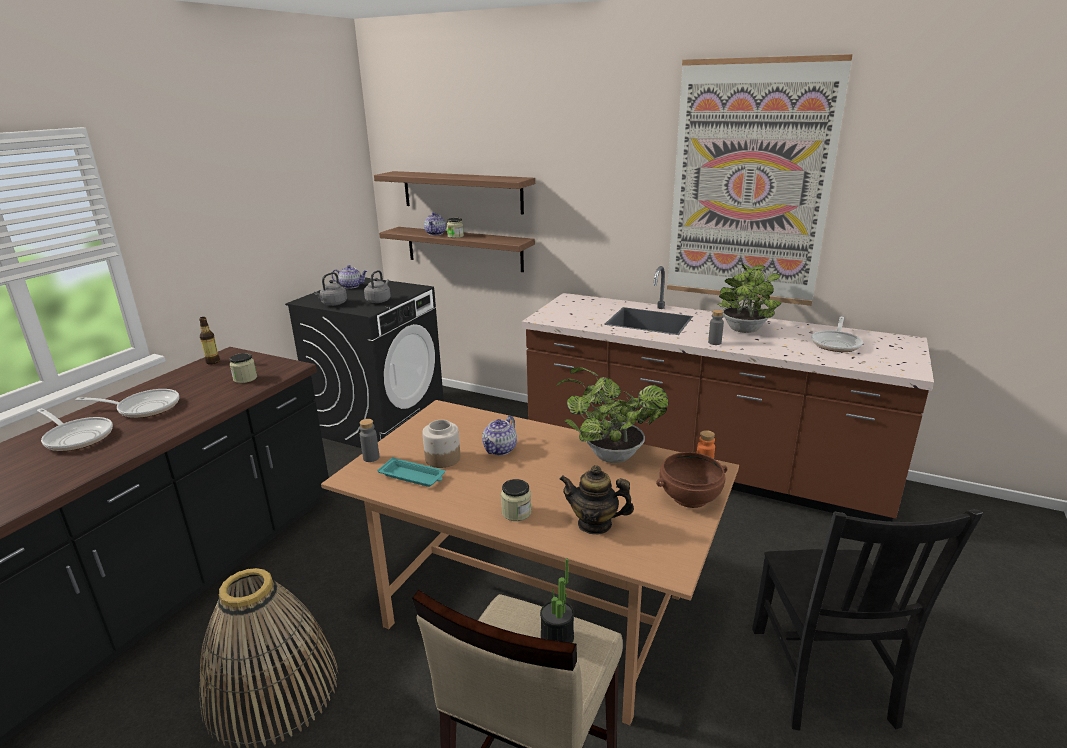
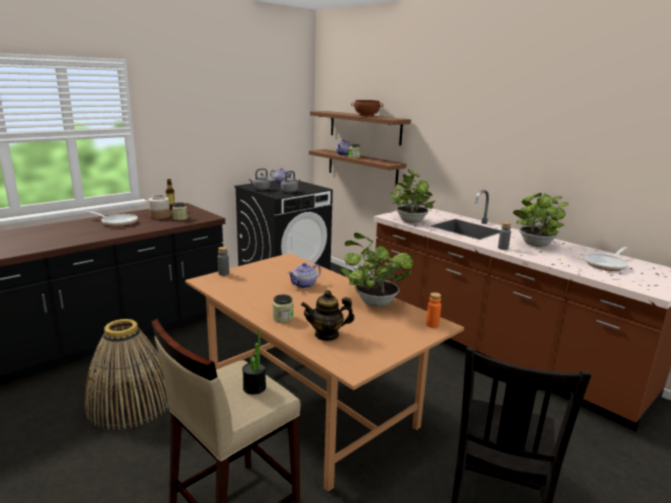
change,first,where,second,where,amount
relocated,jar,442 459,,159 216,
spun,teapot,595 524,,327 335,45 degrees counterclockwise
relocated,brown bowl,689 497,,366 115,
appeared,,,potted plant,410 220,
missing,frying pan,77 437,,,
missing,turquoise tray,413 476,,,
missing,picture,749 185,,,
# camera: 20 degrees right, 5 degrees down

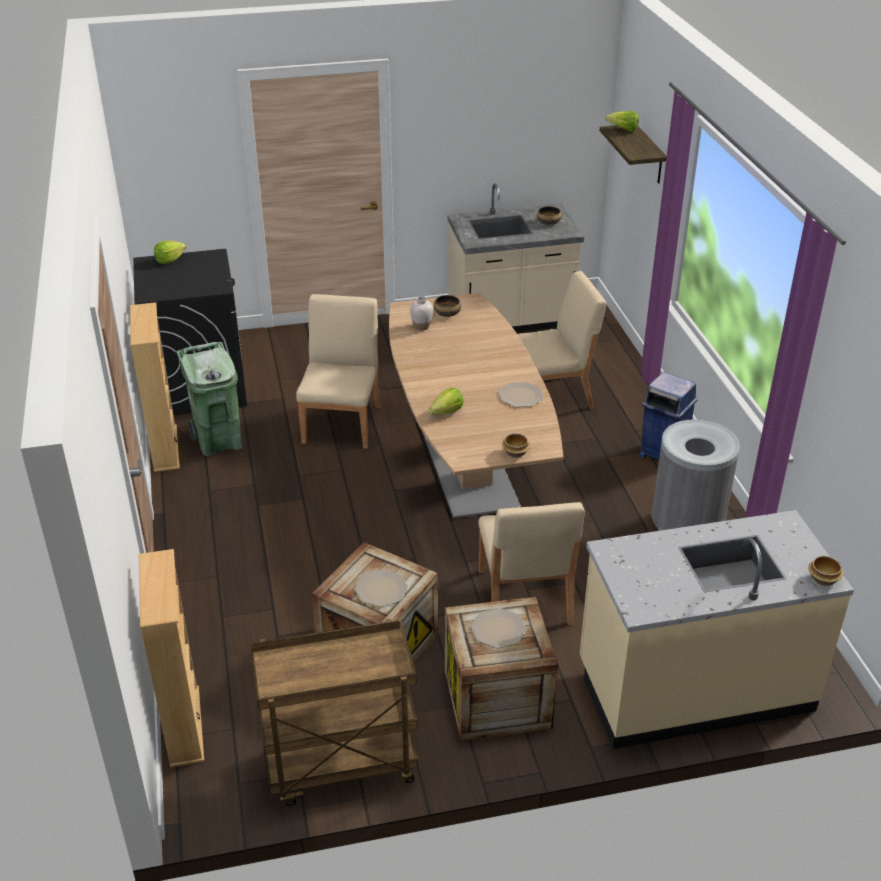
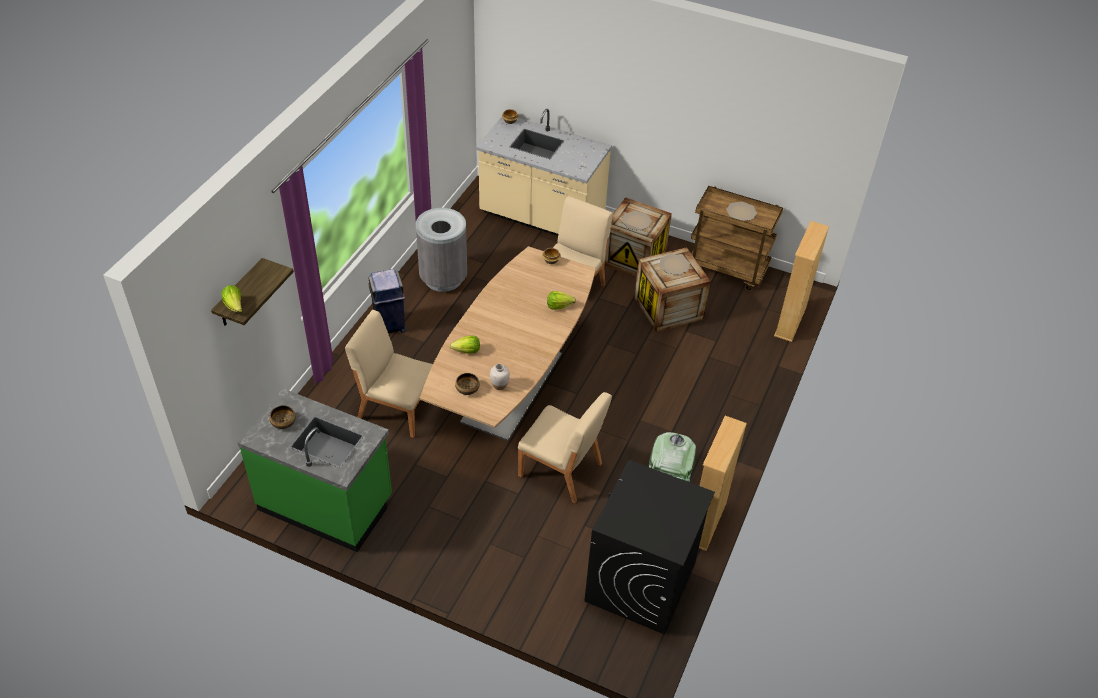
change,first,where,second,where,amount
colour,beige counter,510 321,green counter,326 503,
relocated,lettuce,169 260,,467 351,
spun,beige chair,342 423,,561 470,105 degrees counterclockwise
relocated,plate,520 396,,741 212,
# camera: 145 degrees left, 10 degrees up

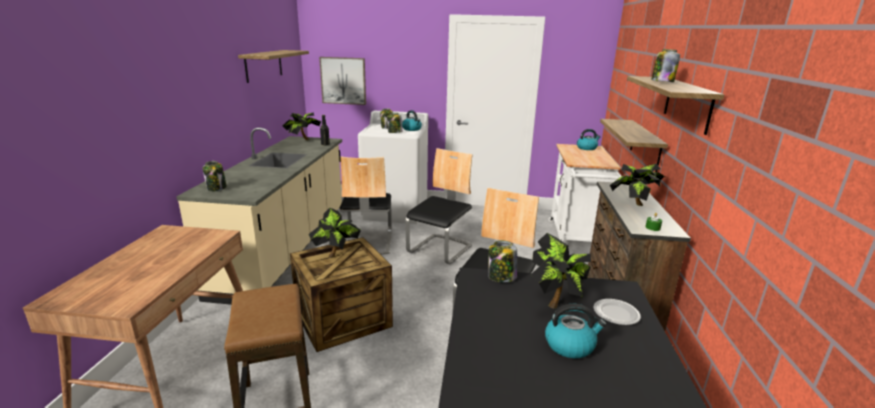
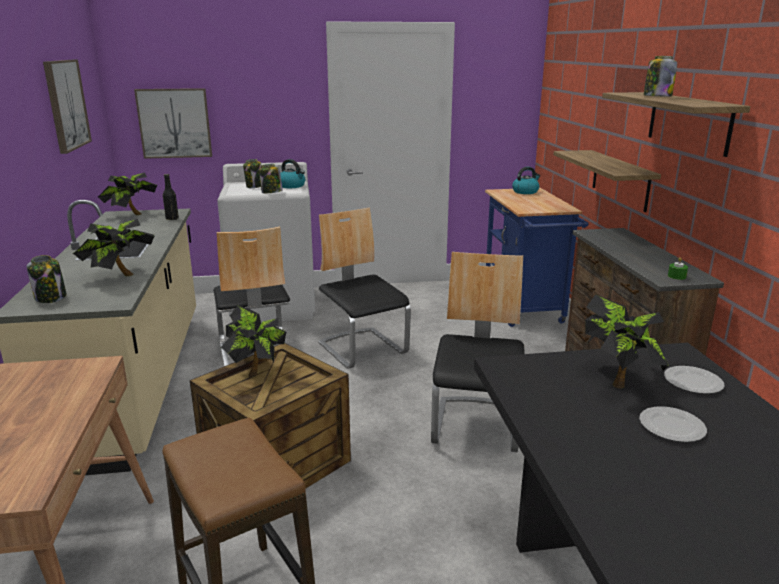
change,first,where,second,where,amount
exchanged,shelf,264 65,picture,66 104,
relocated,potted plant,634 205,,120 277,
spun,chair,440 249,,363 348,45 degrees counterclockwise
colour,white cart,575 238,blue cart,524 309,
exchanged,kettle,570 345,plate,671 427,
missing,jar,501 277,,,
# camera: 15 degrees left, 0 degrees up

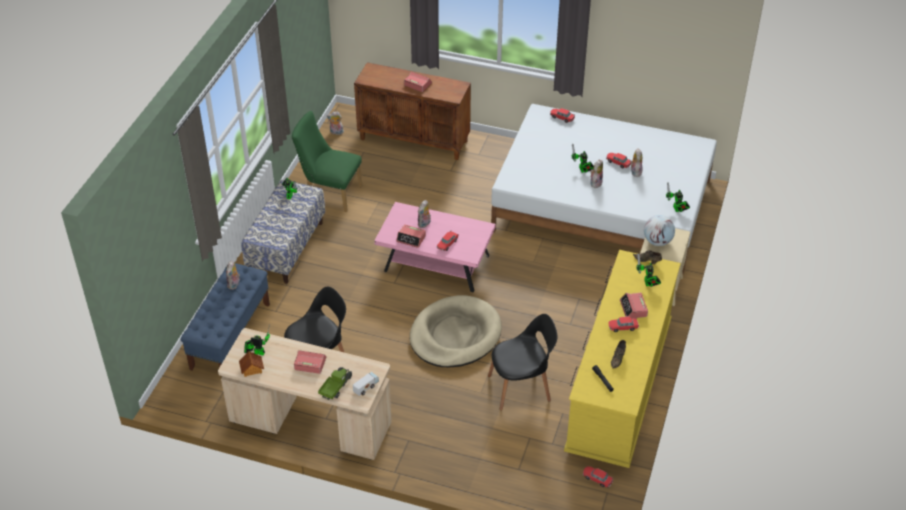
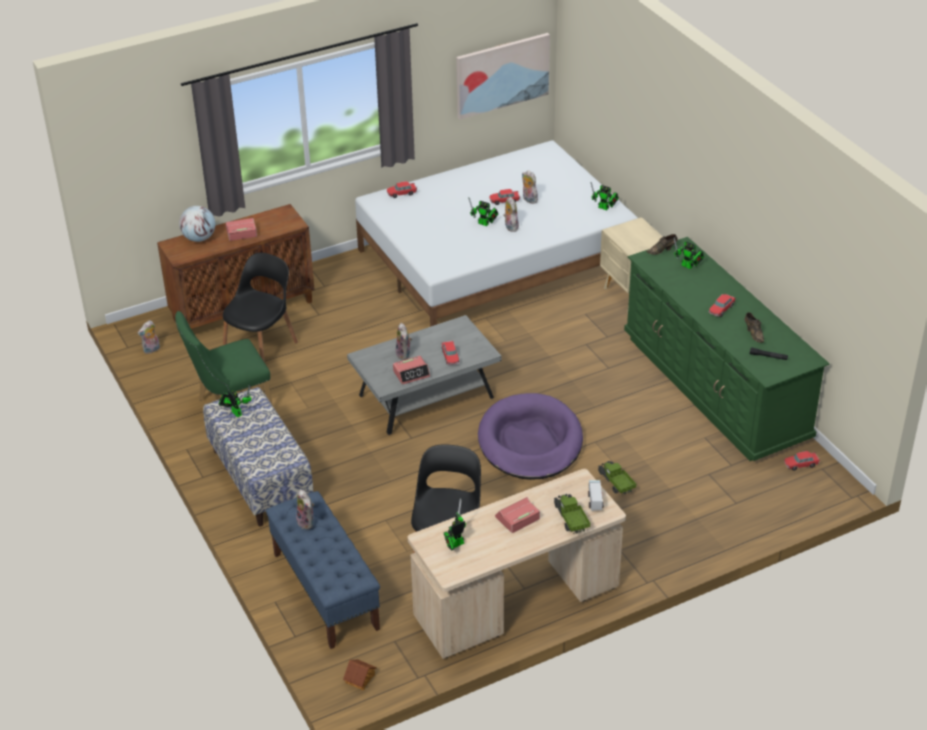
change,first,where,second,where,amount
relocated,globe,657 241,,199 238,
relocated,black chair,521 387,,261 348,
relocated,toy house,252 369,,360 678,
colour,pink coffee table,436 264,grey coffee table,426 398,
appeared,,,picture,502 74,
colour,beige dog bed,455 335,purple dog bed,530 441,
appeared,,,toy truck,615 483,
colour,yellow dresser,618 386,green dresser,714 387,
missing,alarm clock,633 309,,,
# camera: 45 degrees left, 5 degrees down

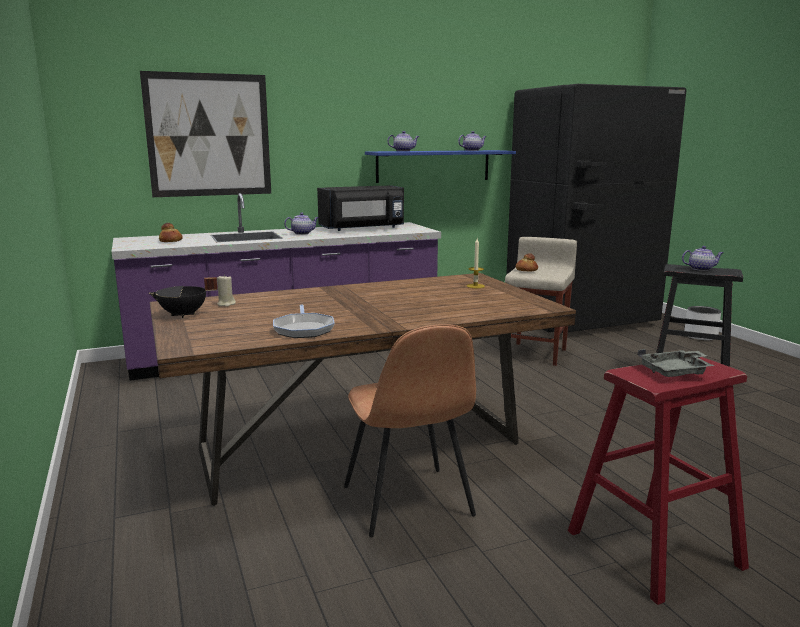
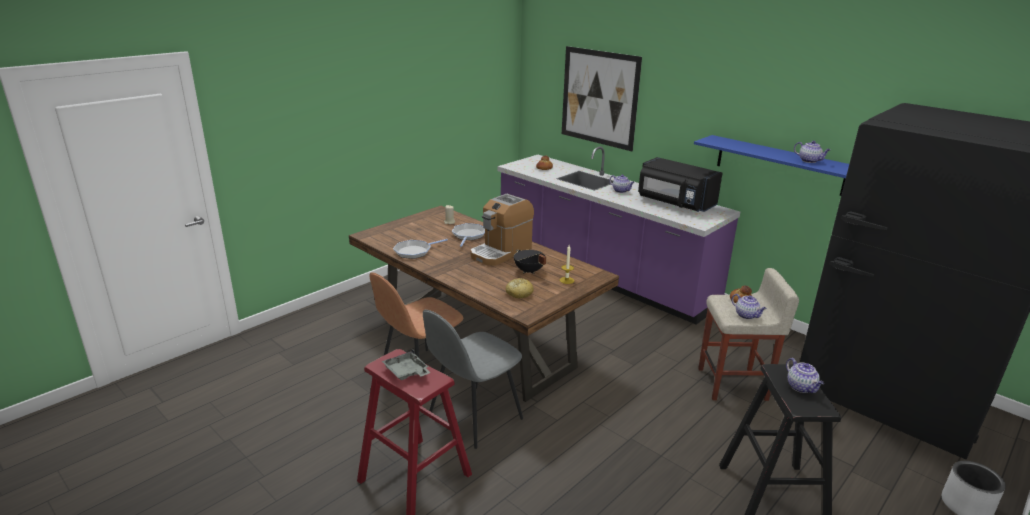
change,first,where,second,where,amount
appeared,,,grey chair,473 417,
appeared,,,frying pan,468 235,
appeared,,,coffee machine,501 252,
appeared,,,bread,519 293,
relocated,black cooking pot,183 315,,528 271,
relocated,teapot,403 151,,747 315,
# camera: 65 degrees right, 10 degrees up

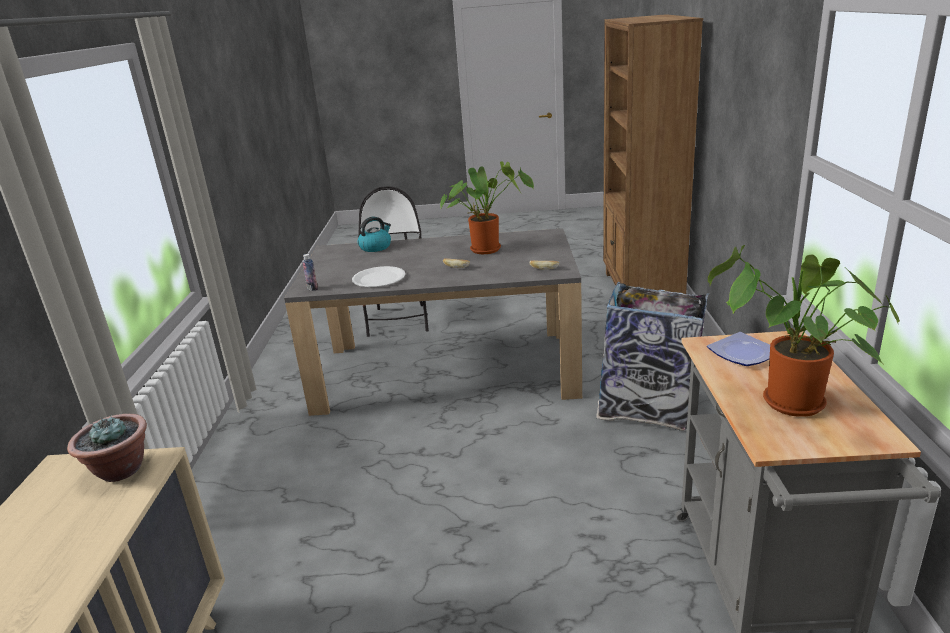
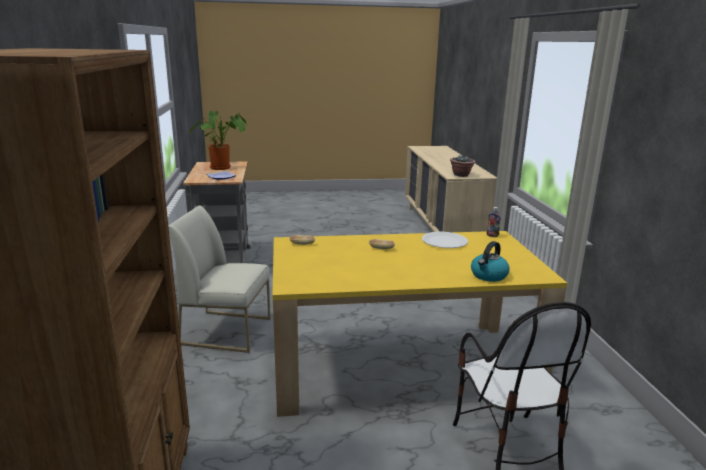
change,first,where,second,where,amount
exchanged,trash can,649 406,white chair,227 331,
colour,grey dining table,447 371,yellow dining table,400 364,
missing,potted plant,488 248,,,
# camera: 170 degrees right, 5 degrees down

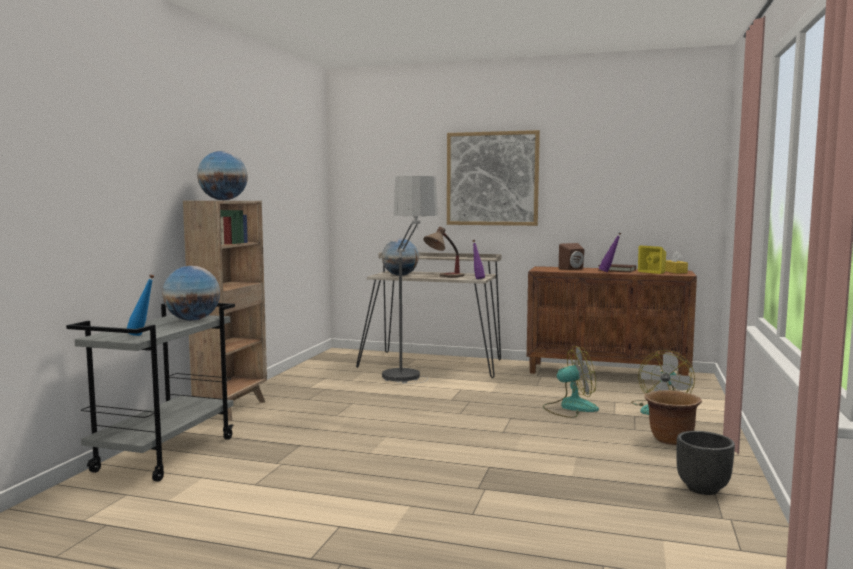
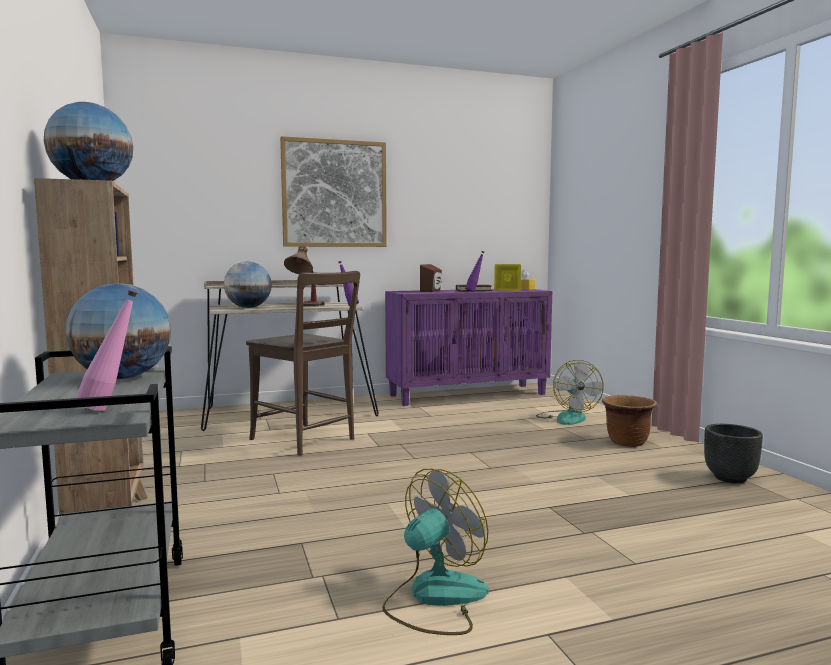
change,first,where,second,where,amount
colour,blue bottle,142 335,pink bottle,110 409,
exchanged,floor lamp,409 386,brown chair,306 440,
relocated,fan,570 407,,435 598,
colour,brown cabinet,607 373,purple cabinet,468 394,
# camera: 35 degrees left, 0 degrees up

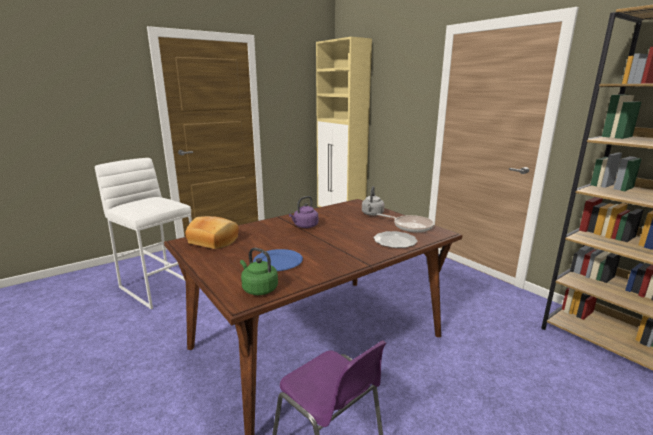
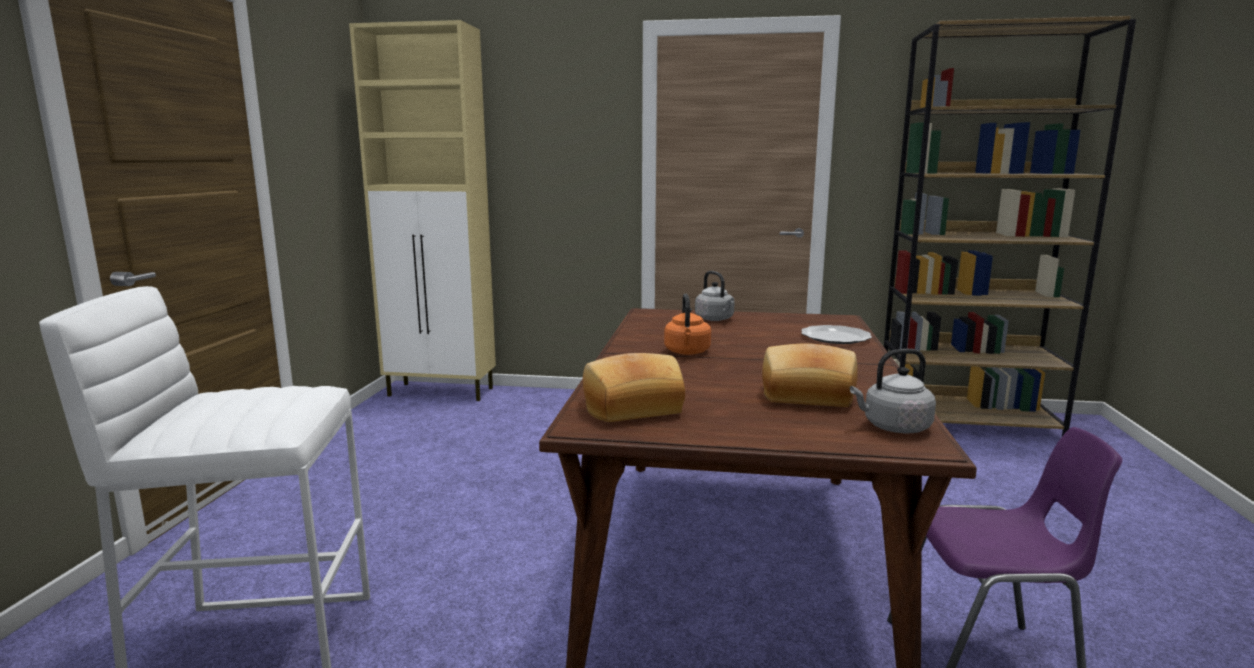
change,first,where,second,where,amount
colour,purple kettle,305 226,orange kettle,687 352,
exchanged,blue plate,277 262,bread,807 396,
colour,green kettle,258 289,grey kettle,893 427,
missing,frying pan,410 226,,,
# camera: 45 degrees left, 5 degrees down

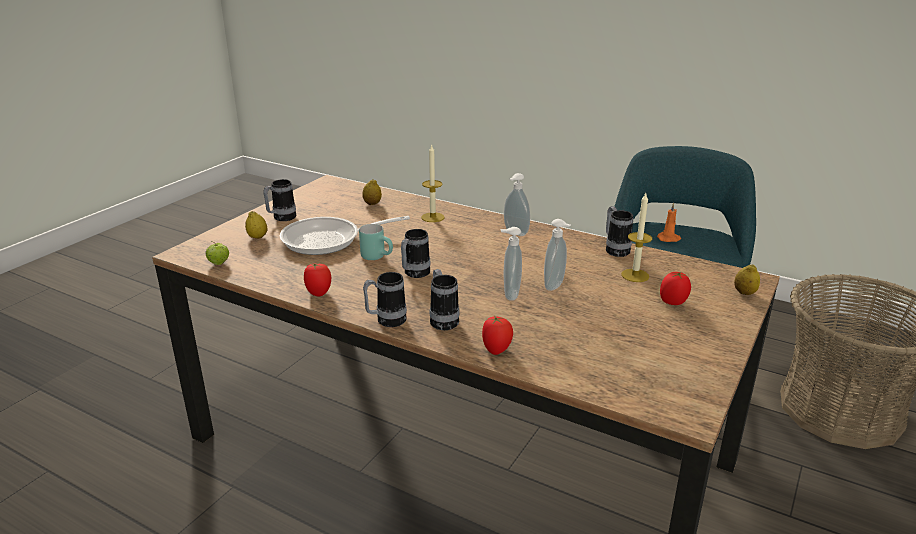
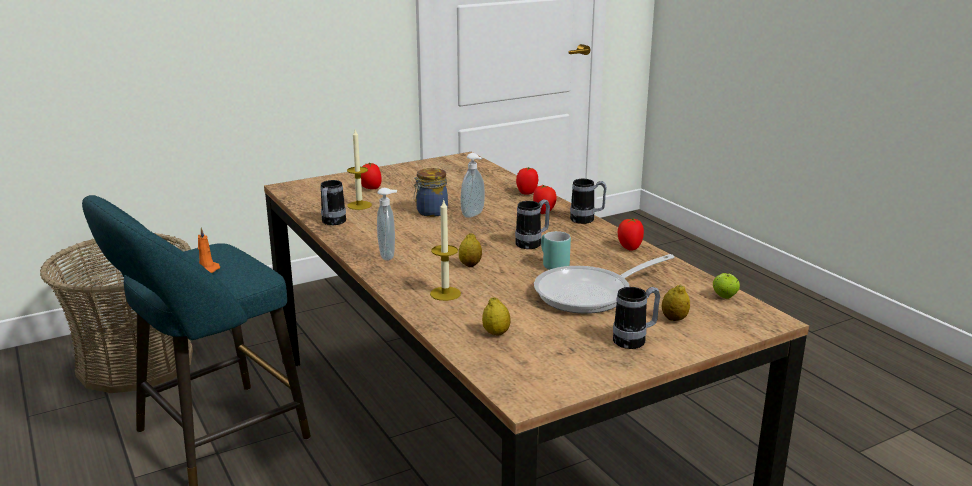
change,first,where,second,where,amount
exchanged,soap dispenser,555 286,jar,430 212,
relocated,lemon,744 293,,470 265,
exchanged,mug,442 320,tomato,544 212,
spun,frying pan,328 240,,590 294,135 degrees clockwise
# camera: 150 degrees left, 5 degrees down

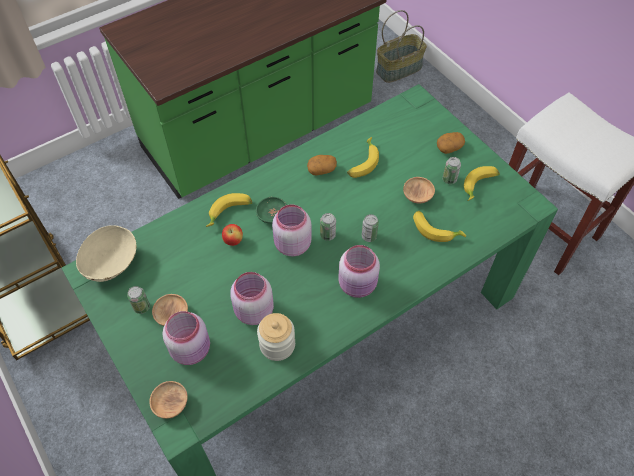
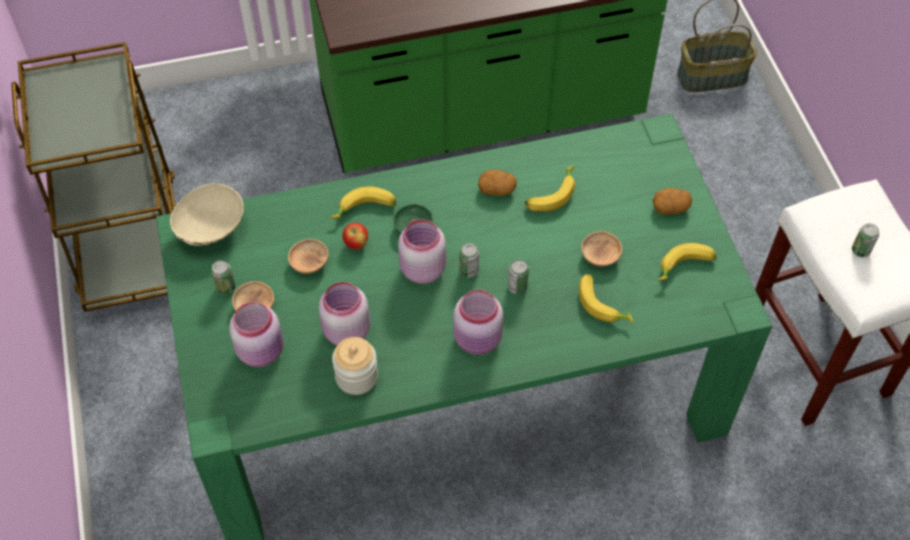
change,first,where,second,where,amount
relocated,brown bowl,170 404,,309 263,
relocated,can,449 179,,860 251,
# camera: 20 degrees right, 0 degrees up

